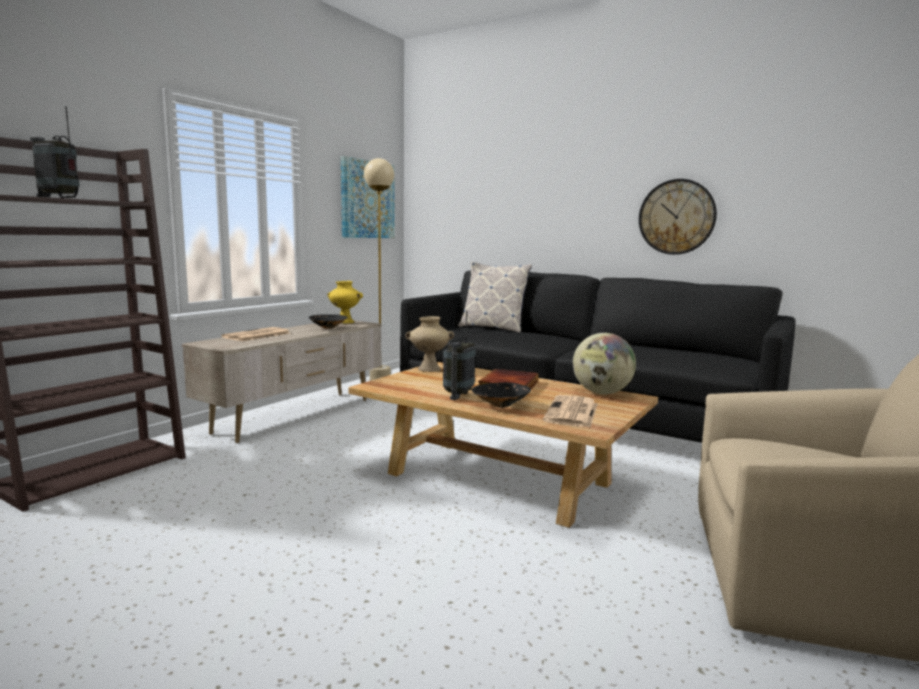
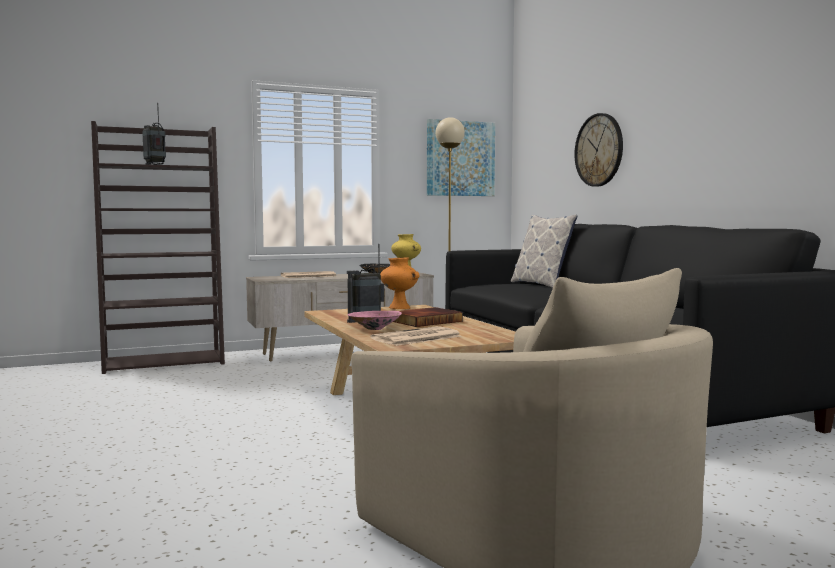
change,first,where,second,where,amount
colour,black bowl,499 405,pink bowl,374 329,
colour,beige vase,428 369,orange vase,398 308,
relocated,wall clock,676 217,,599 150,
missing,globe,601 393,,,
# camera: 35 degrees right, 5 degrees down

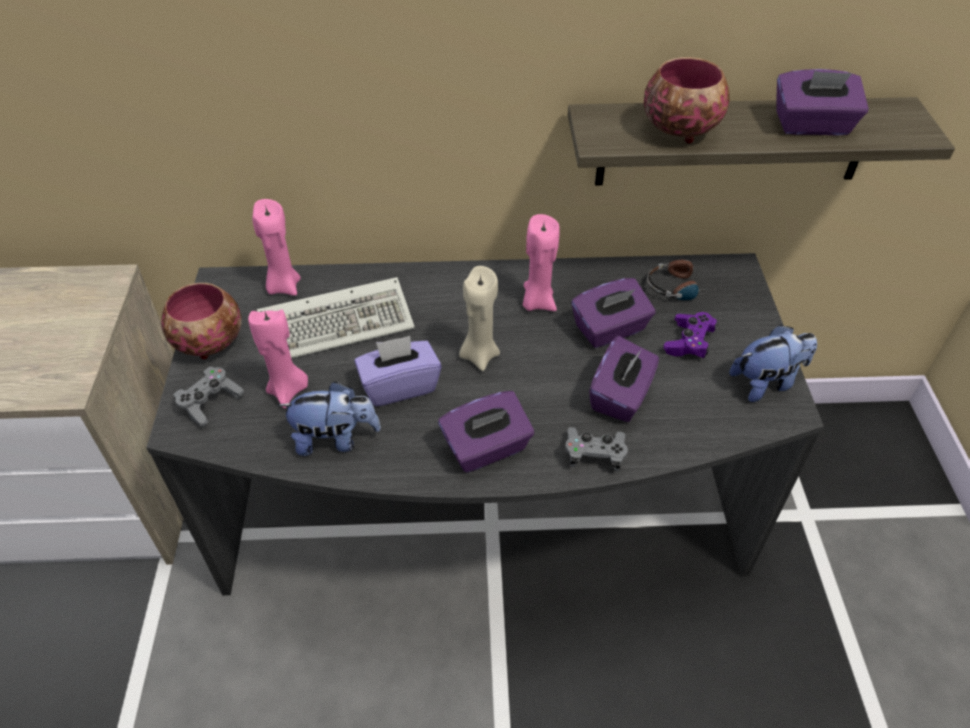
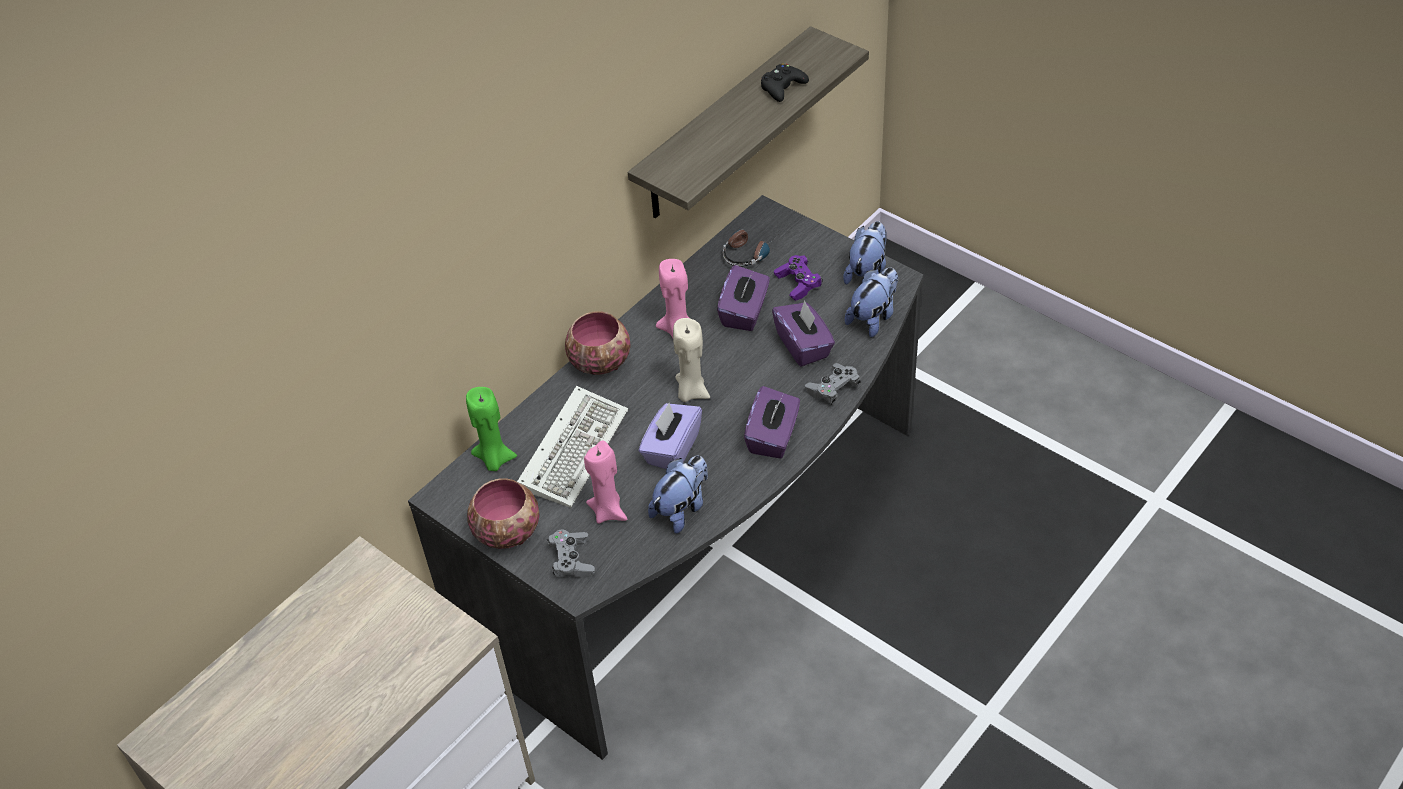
change,first,where,second,where,amount
colour,pink candle,283 286,green candle,494 459,
relocated,bowl,680 129,,599 362,
exchanged,purple tissue box,812 126,black game controller,782 87,
appeared,,,plush toy,873 318,
# camera: 45 degrees left, 0 degrees up

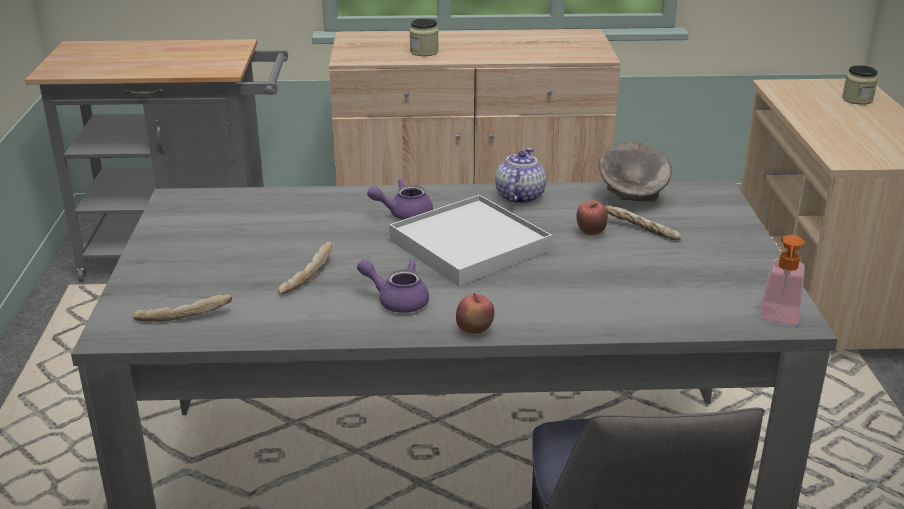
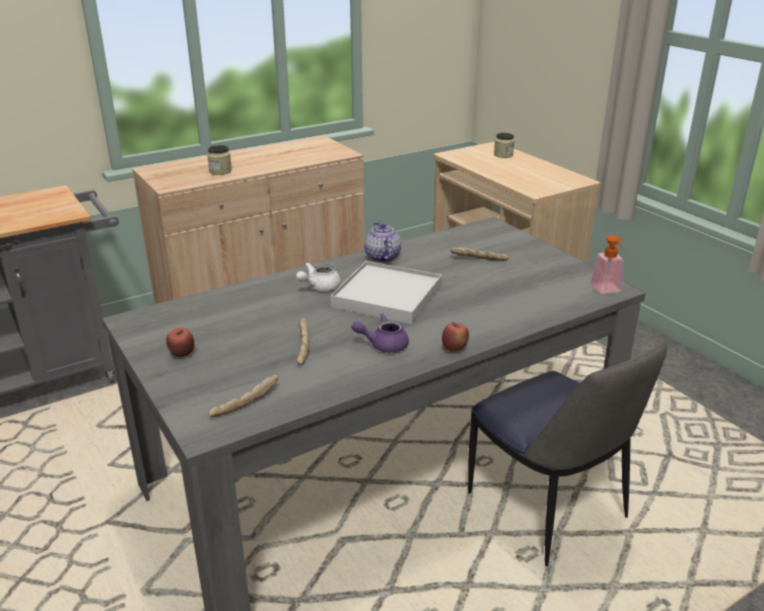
change,first,where,second,where,amount
relocated,apple,591 233,,182 354,
colour,purple teapot,404 214,white teapot,319 287,
missing,grey bowl,632 200,,,
# camera: 30 degrees left, 0 degrees up

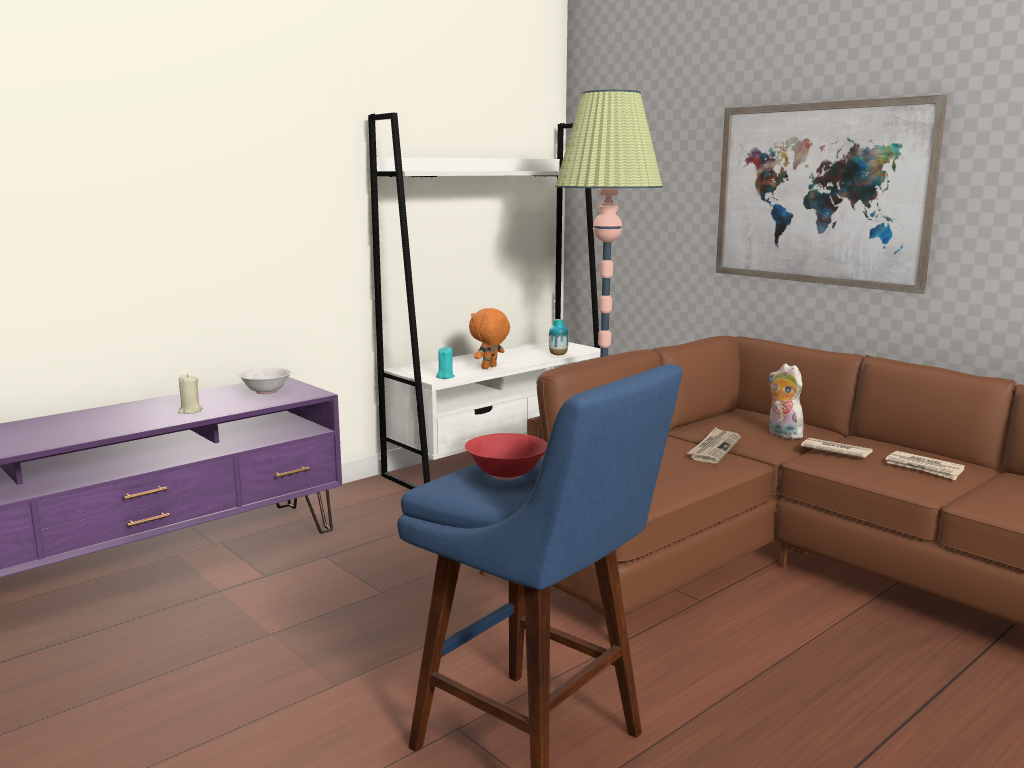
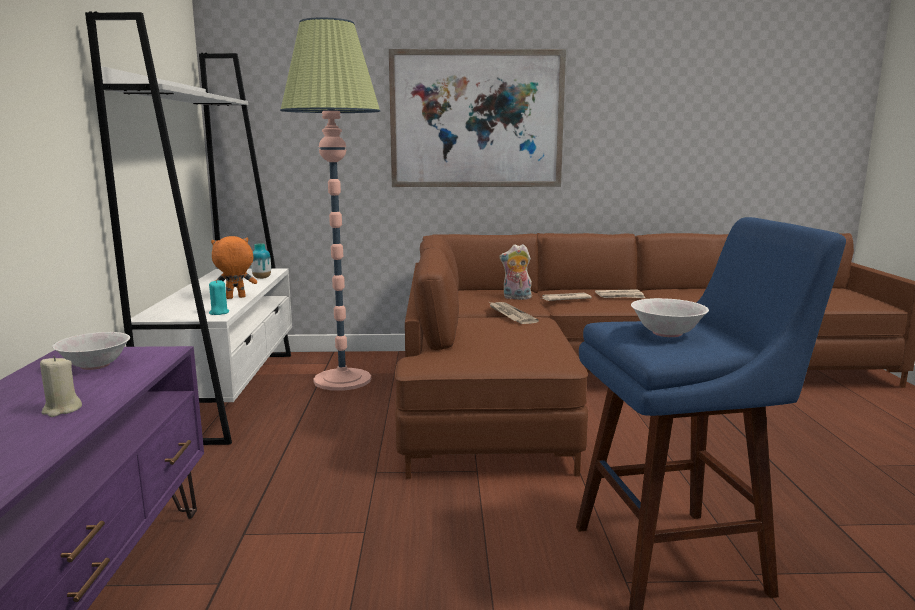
change,first,where,second,where,amount
spun,orange plush toy,489 367,,235 298,75 degrees clockwise
colour,red bowl,506 474,white bowl,666 333,
# camera: 50 degrees left, 0 degrees up

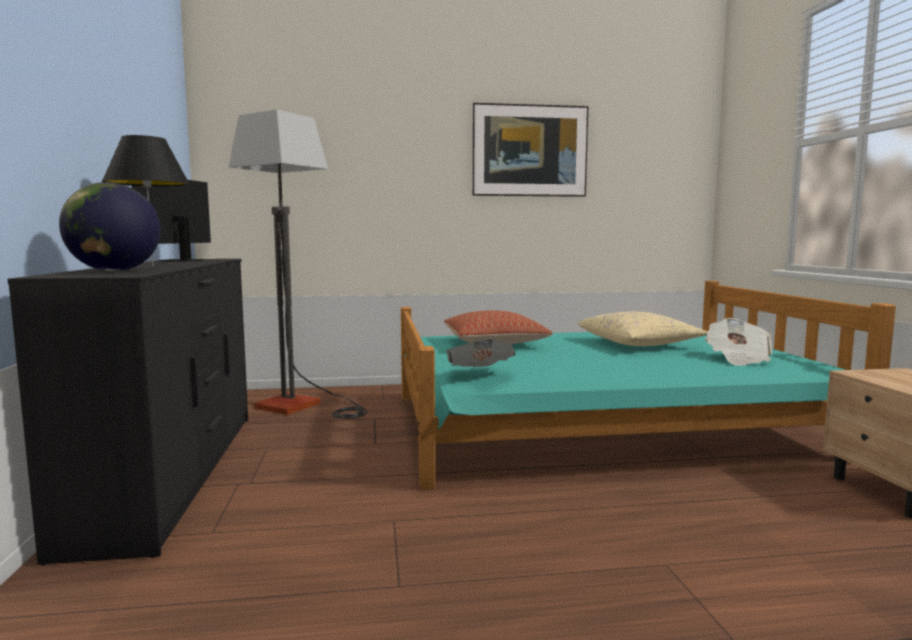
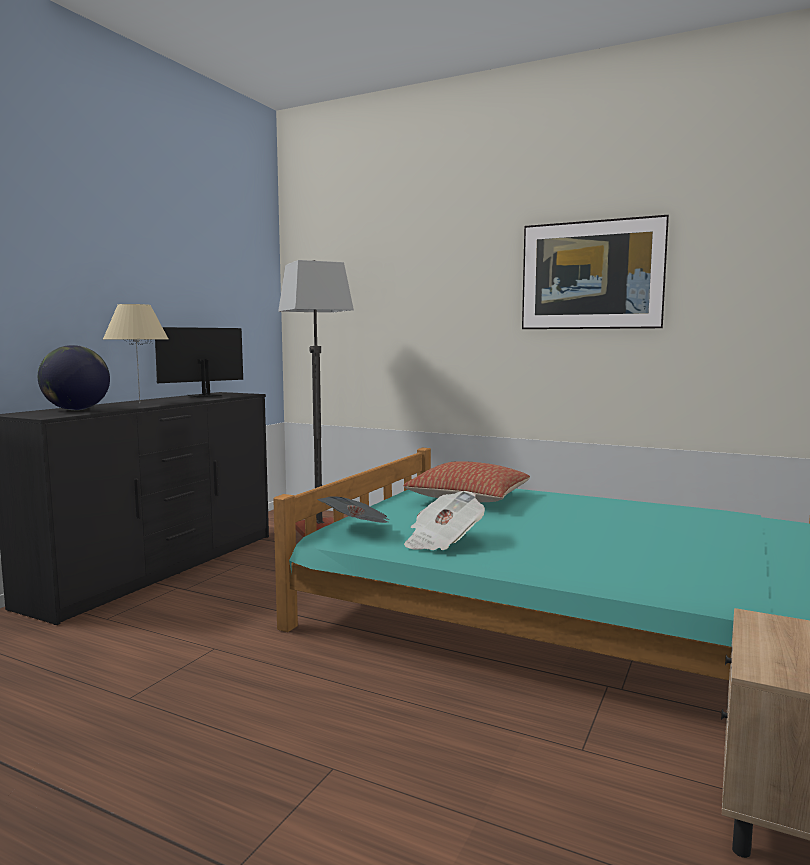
change,first,where,second,where,amount
colour,black table lamp,152 265,beige table lamp,139 403,
relocated,newspaper,737 359,,442 542,
missing,beige pillow,639 344,,,
# camera: 35 degrees right, 0 degrees up

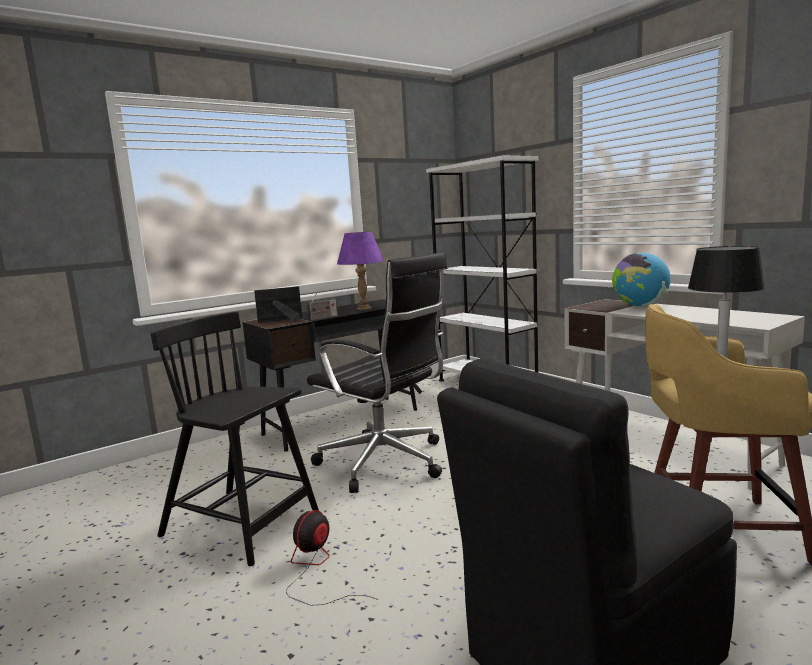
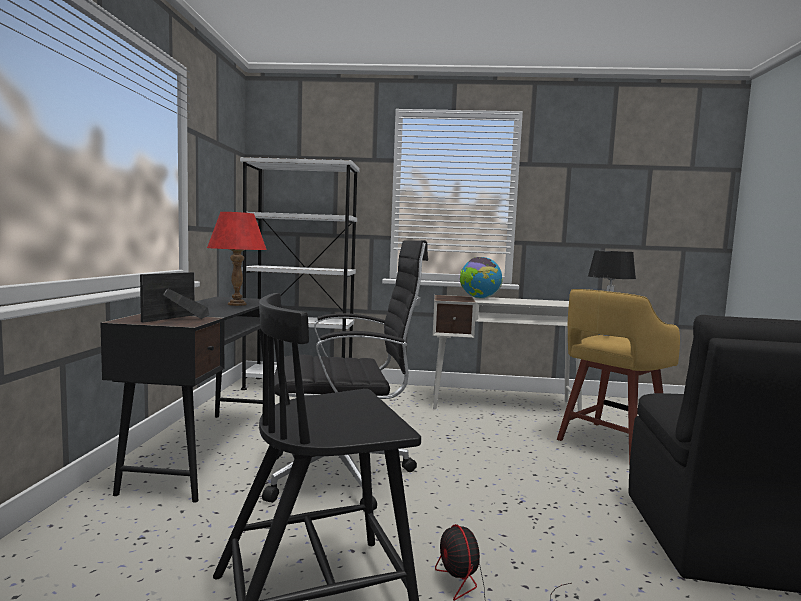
change,first,where,second,where,amount
colour,purple table lamp,364 308,red table lamp,236 304,
missing,radio,322 318,,,
# camera: 50 degrees left, 5 degrees down

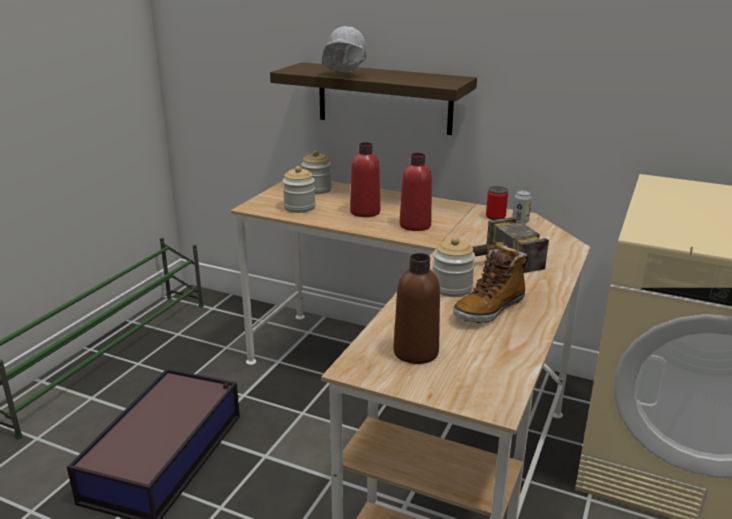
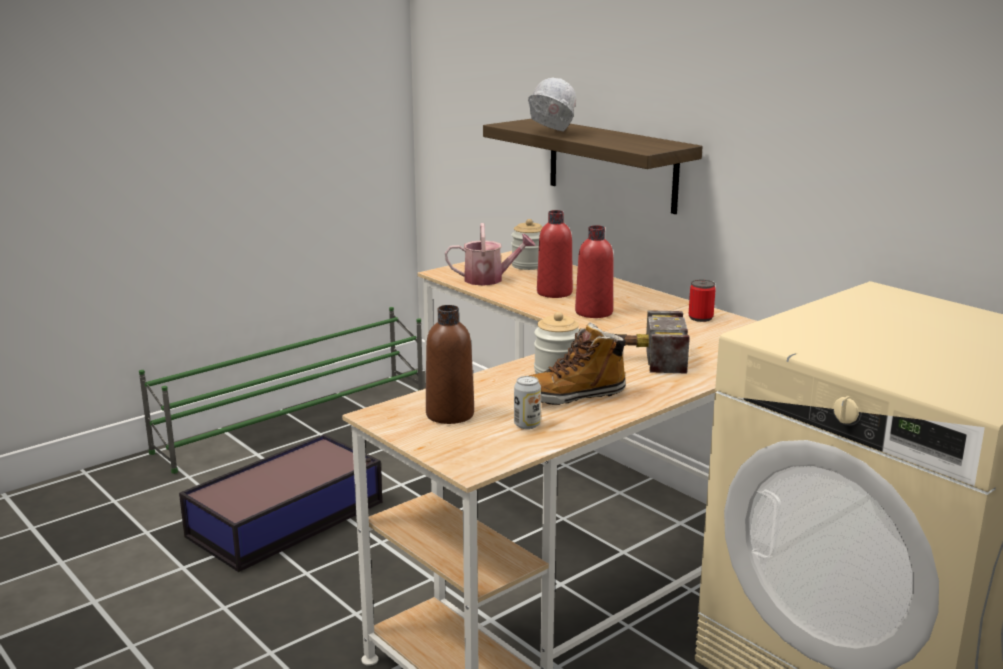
change,first,where,second,where,amount
exchanged,jar,299 207,watering can,489 279,
relocated,can,520 221,,527 425,
# camera: 25 degrees right, 5 degrees down

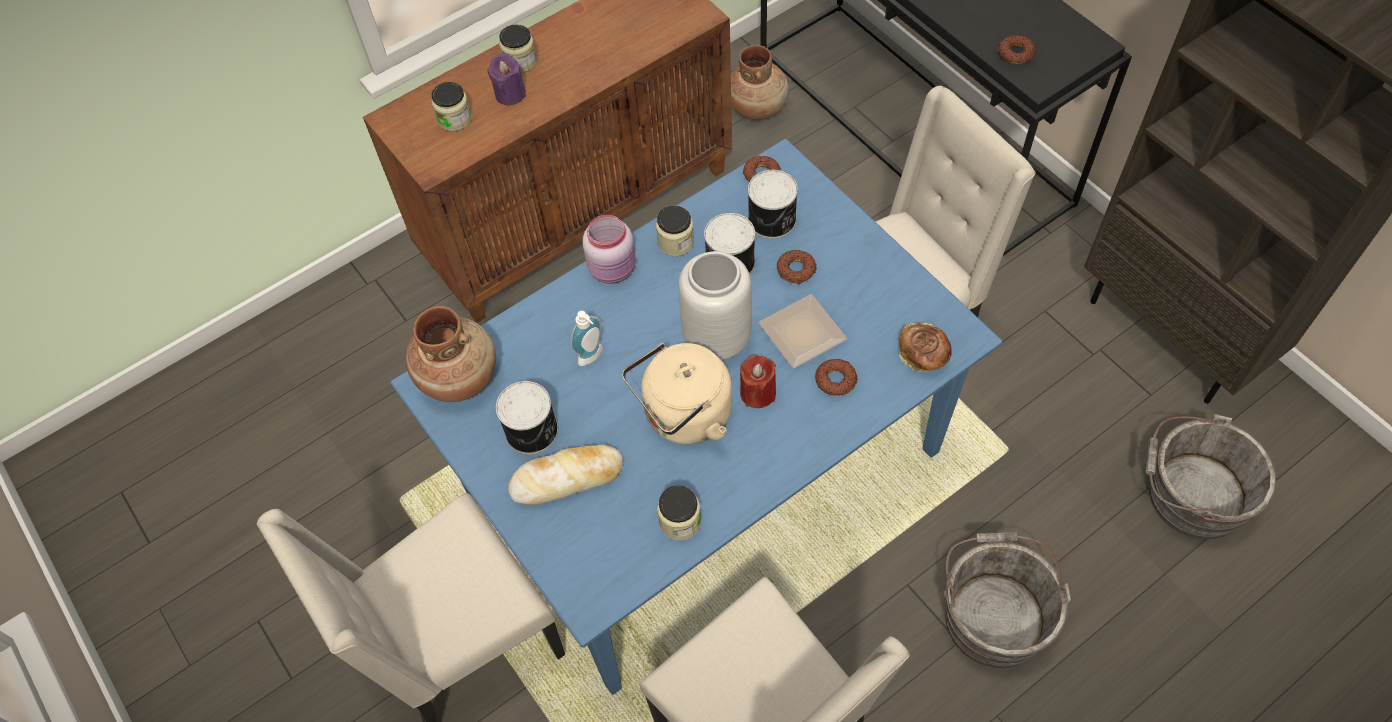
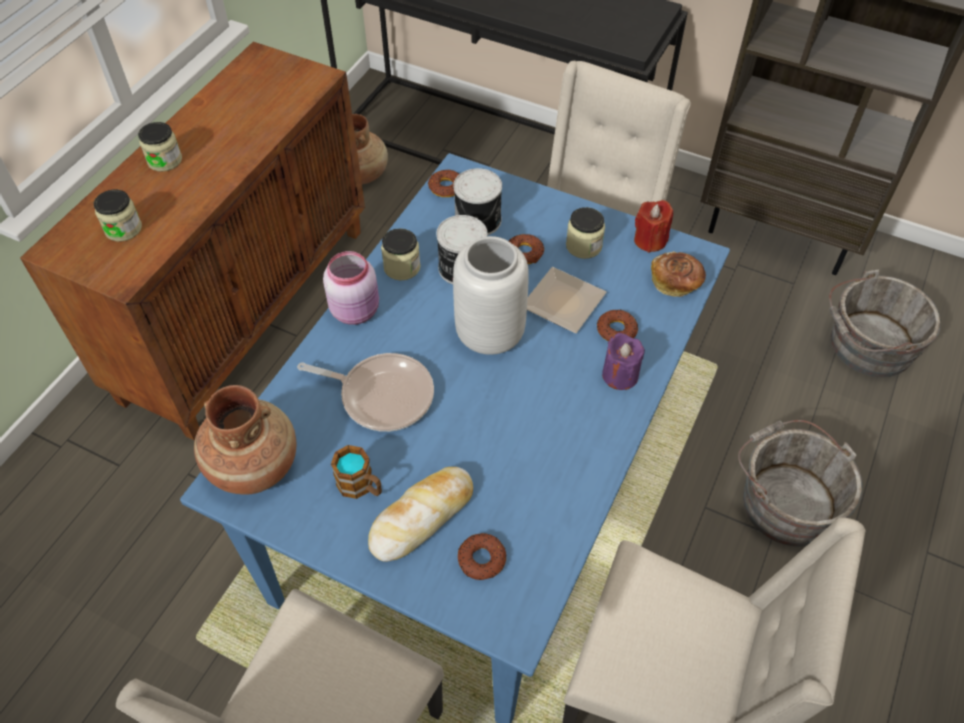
change,first,where,second,where,amount
exchanged,soap dispenser,593 357,frying pan,382 395,
exchanged,can,533 431,mug,361 486,
relocated,donut,1015 53,,481 559,
relocated,jar,680 521,,583 246,
relocated,purple candle,510 94,,620 375,
relocated,red candle,758 393,,650 240,
missing,beige kettle,683 417,,,
# camera: 30 degrees left, 5 degrees down

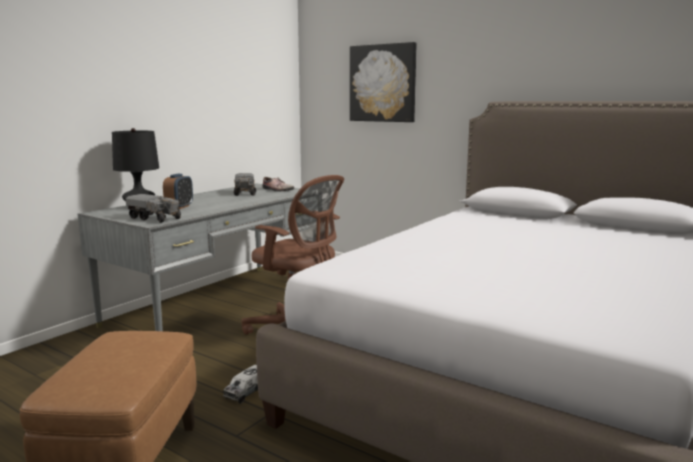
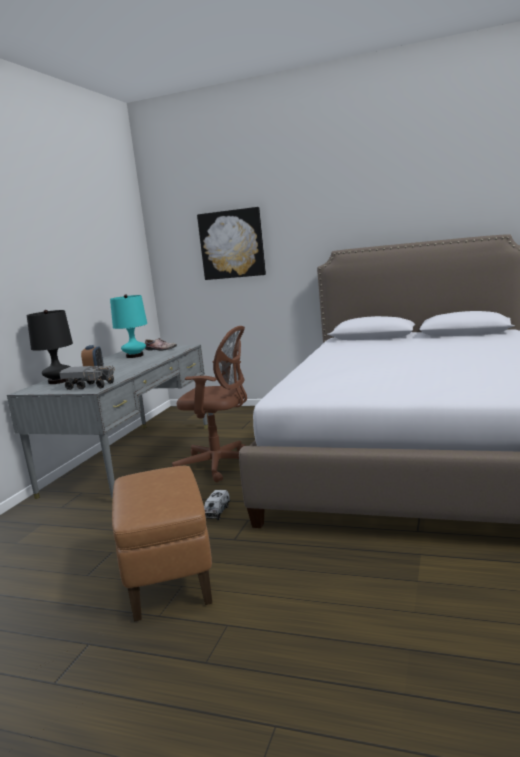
change,first,where,second,where,amount
exchanged,toy truck,245 193,turquoise table lamp,135 356,
# camera: 15 degrees left, 0 degrees up

